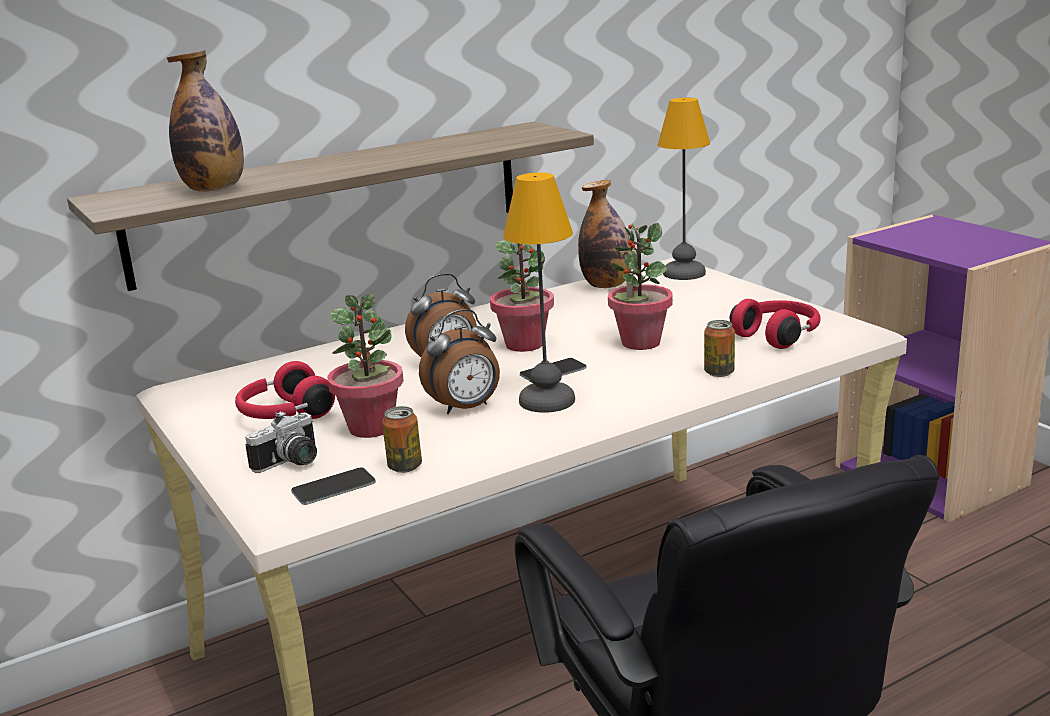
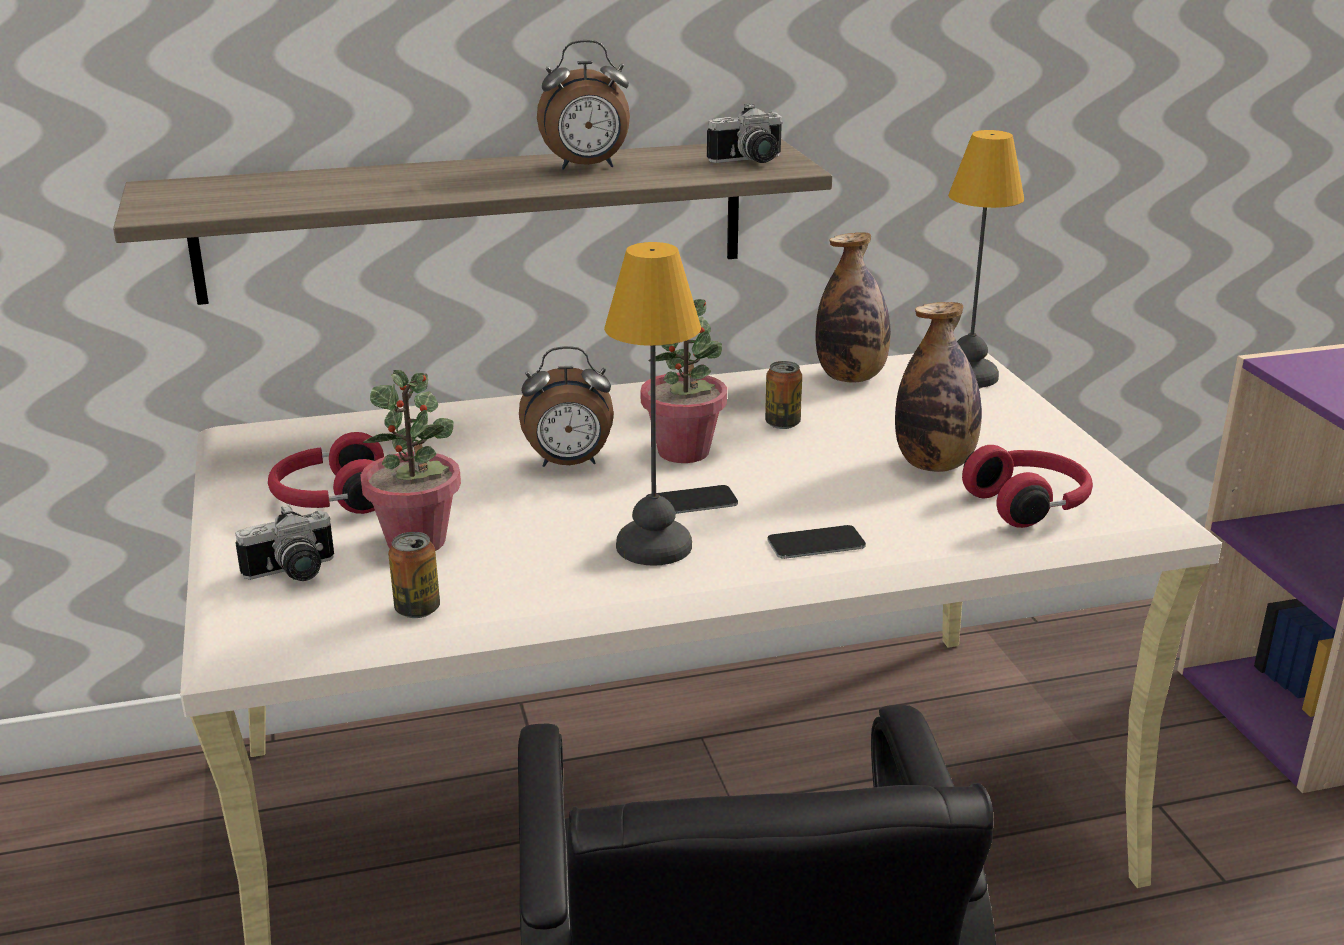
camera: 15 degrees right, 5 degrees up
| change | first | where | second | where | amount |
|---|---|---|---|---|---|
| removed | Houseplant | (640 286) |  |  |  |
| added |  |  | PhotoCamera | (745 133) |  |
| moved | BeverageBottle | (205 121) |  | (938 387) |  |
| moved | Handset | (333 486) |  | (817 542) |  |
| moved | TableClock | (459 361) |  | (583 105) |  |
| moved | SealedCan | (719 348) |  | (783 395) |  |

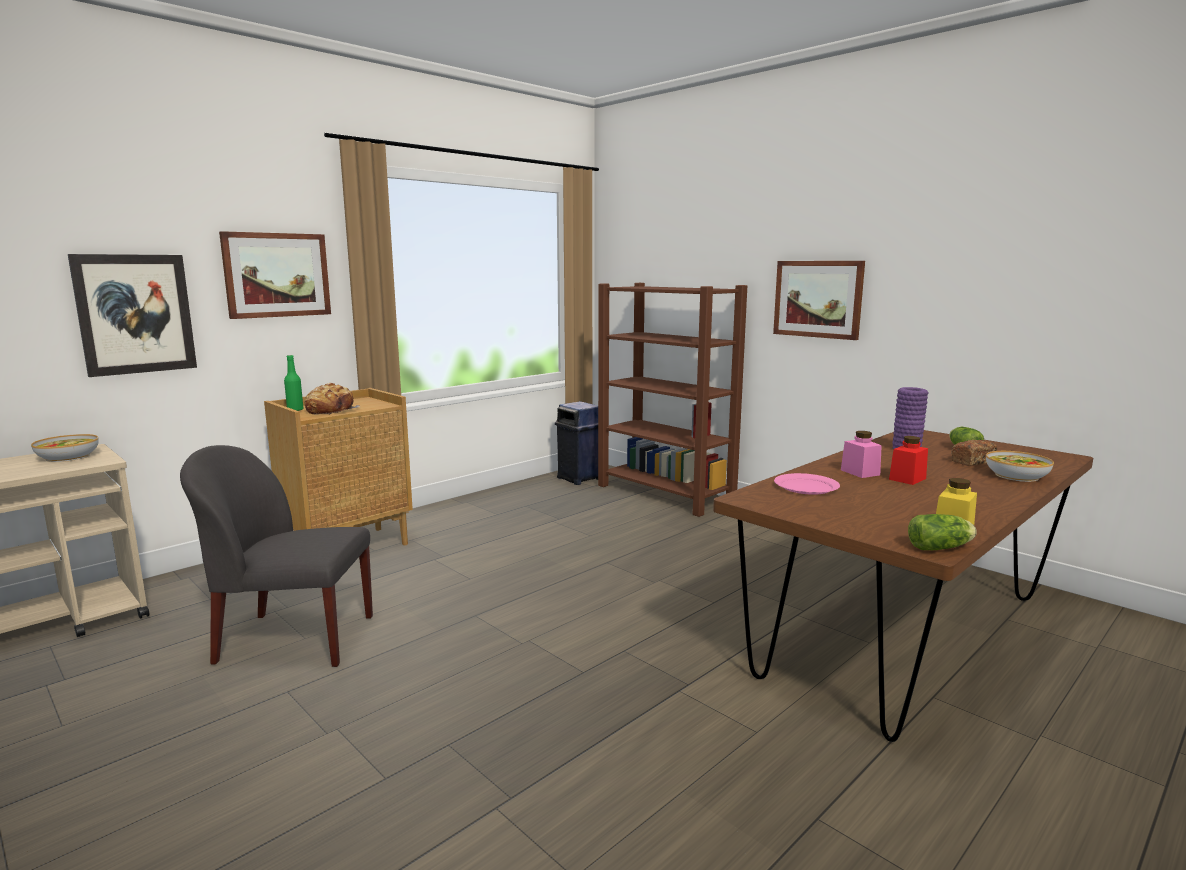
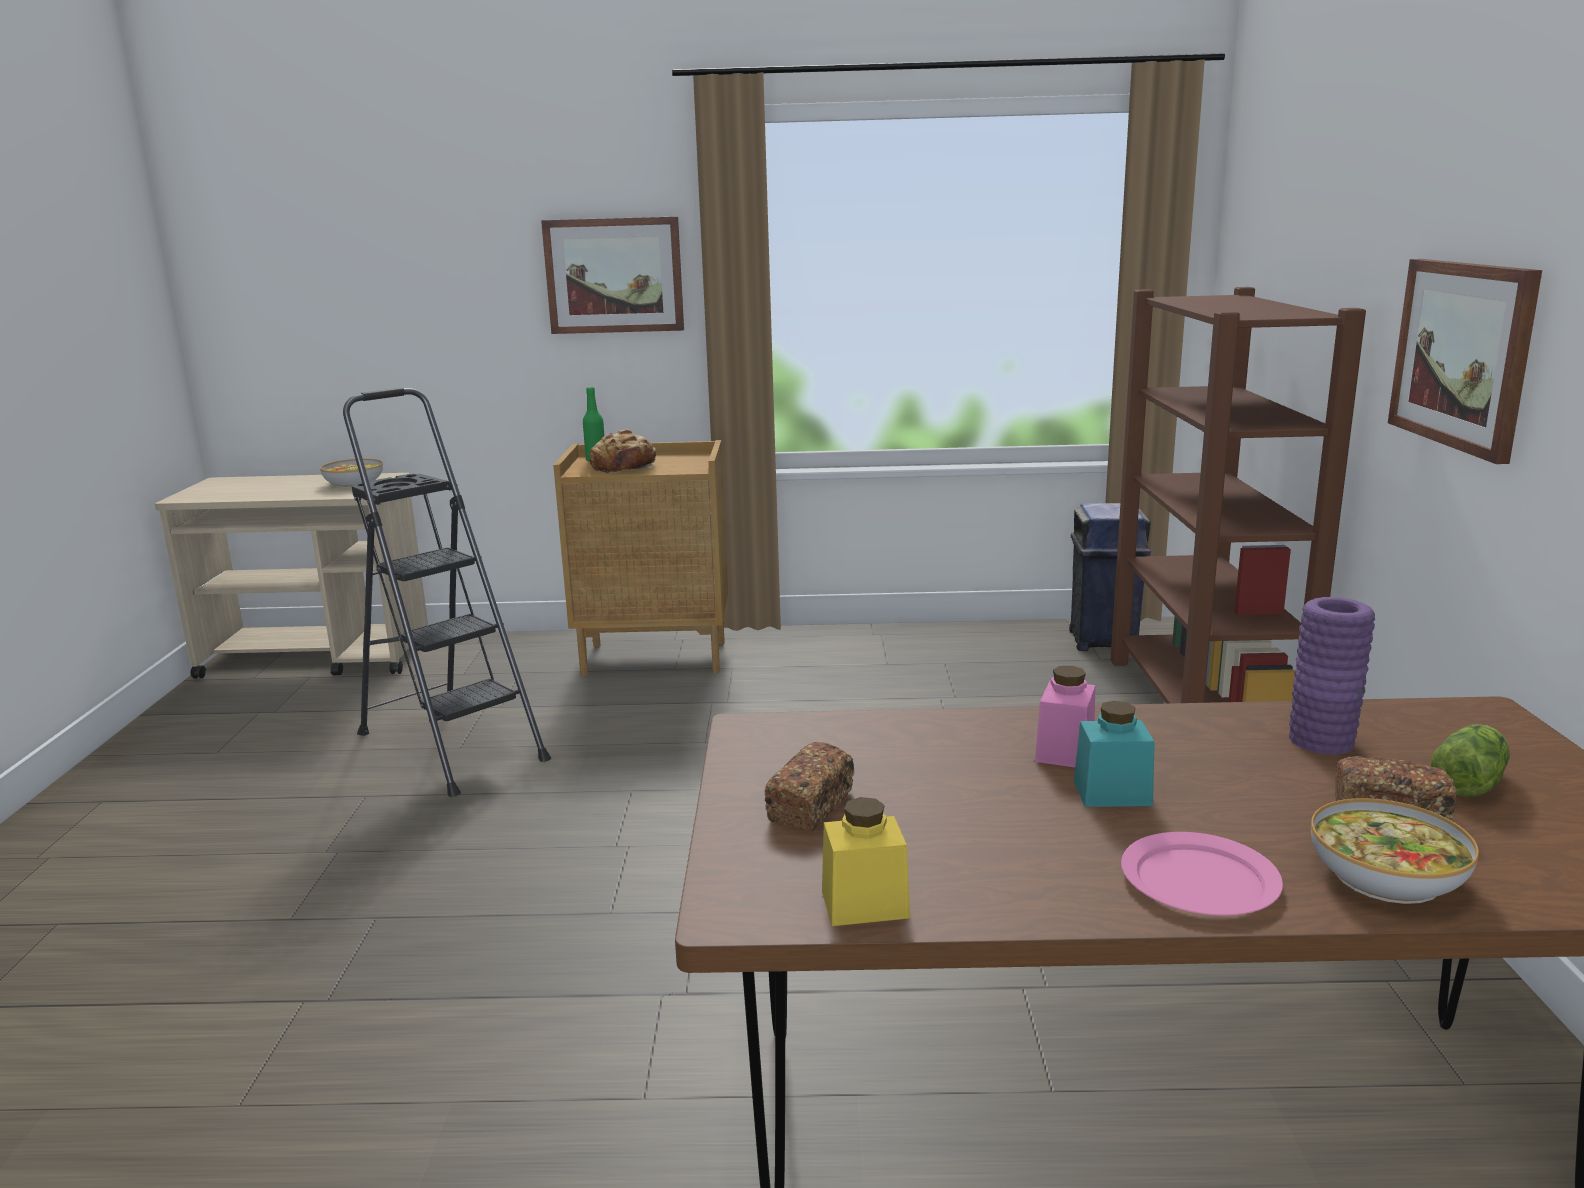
camera: 45 degrees right, 5 degrees up
| change | first | where | second | where | amount |
|---|---|---|---|---|---|
| removed | WallArt | (132 315) |  |  |  |
| removed | HeadOfLettuce | (942 532) |  |  |  |
| added |  |  | BakedBread | (809 786) |  |
| moved | PinkDinnerPlate | (807 484) |  | (1202 874) |  |
| replaced | GreyishUprightChair | (276 556) | Stepladder | (447 592) |  |
| recoloured | RedJar | (908 460) | BlueGreenJar | (1114 754) |  |

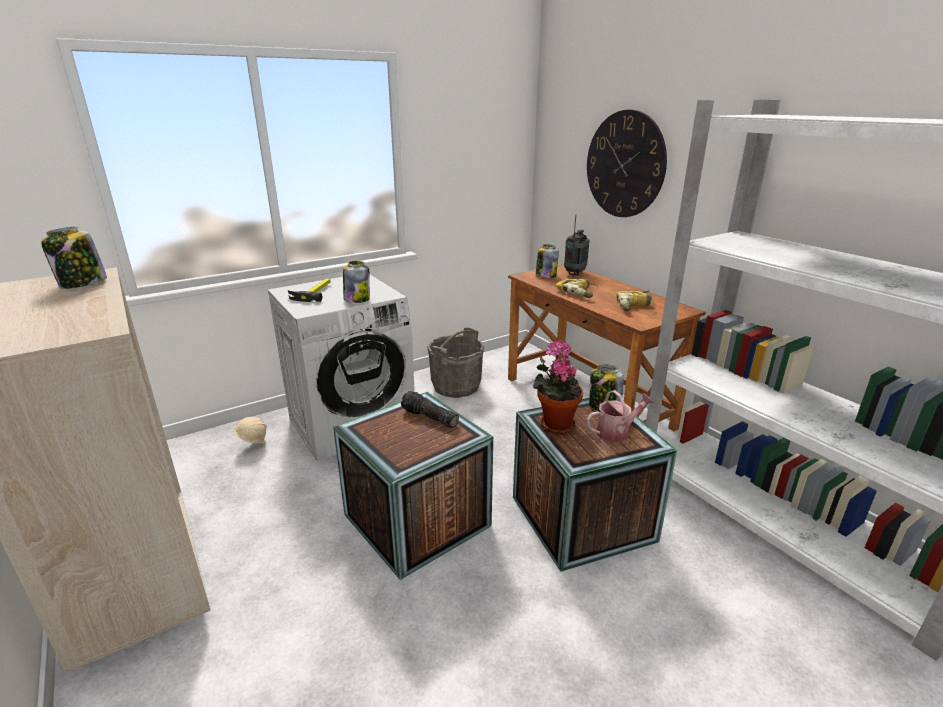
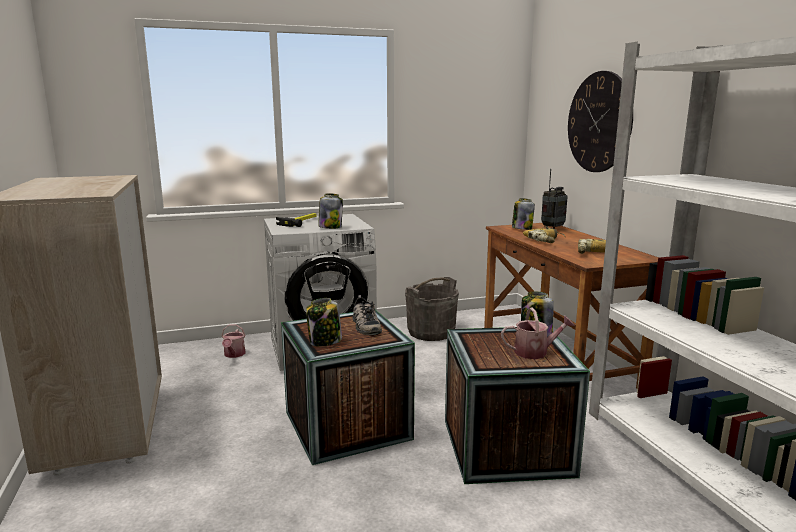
camera: 15 degrees right, 10 degrees down
| change | first | where | second | where | amount |
|---|---|---|---|---|---|
| removed | Houseplant | (558 387) |  |  |  |
| moved | Jar | (74 258) |  | (324 322) |  |
| replaced | BeigeSafetyHelmet | (250 430) | WateringCan | (233 341) |  |
| replaced | Flashlight | (430 409) | LowShoe | (367 315) |  |

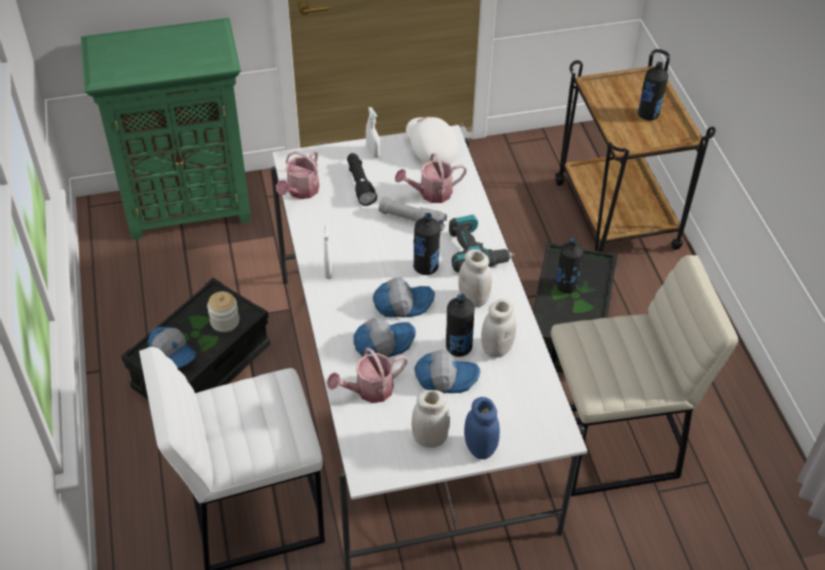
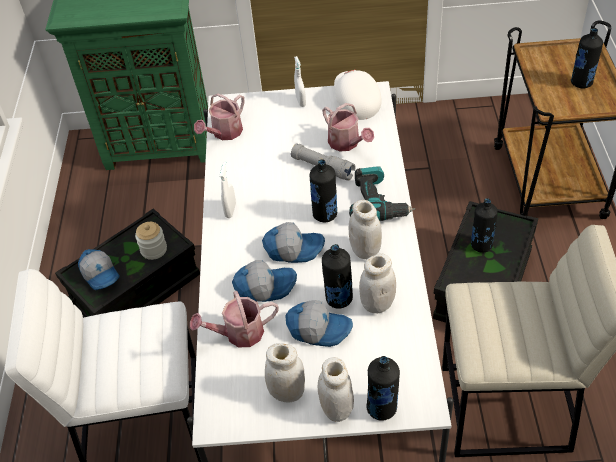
camera: 15 degrees right, 0 degrees up
| change | first | where | second | where | amount |
|---|---|---|---|---|---|
| removed | BlackishFlashlight | (362 179) |  |  |  |
| added |  |  | BlackishBeverageBottle | (383 388) |  |
| recoloured | BlueJar | (482 428) | WhiteColouredJar | (336 389) |  |
| turned | WateringCan | (431 178) |  | (348 127) | 120 degrees counterclockwise |

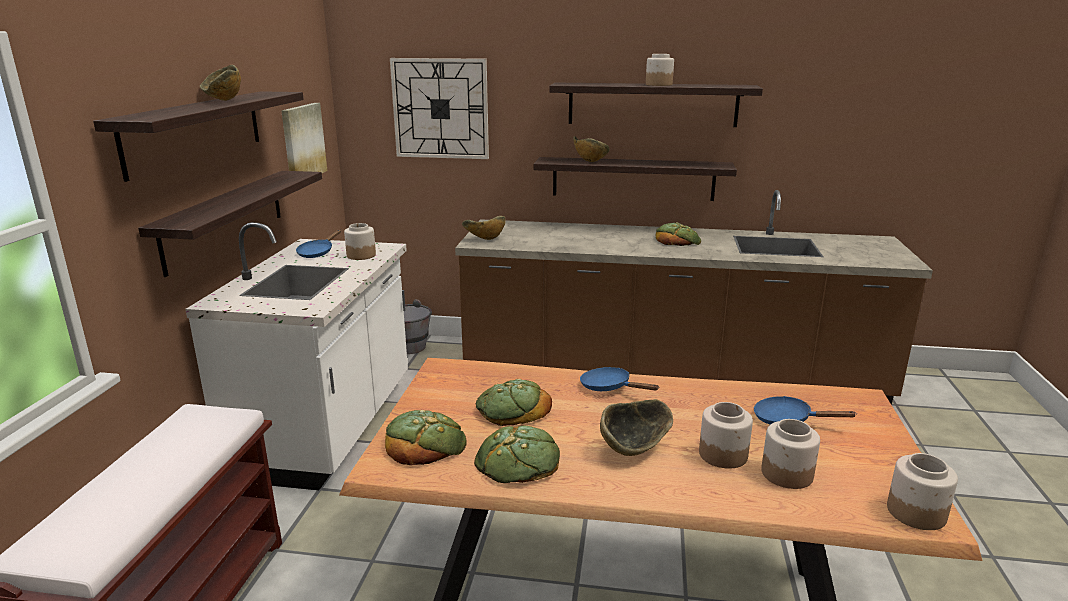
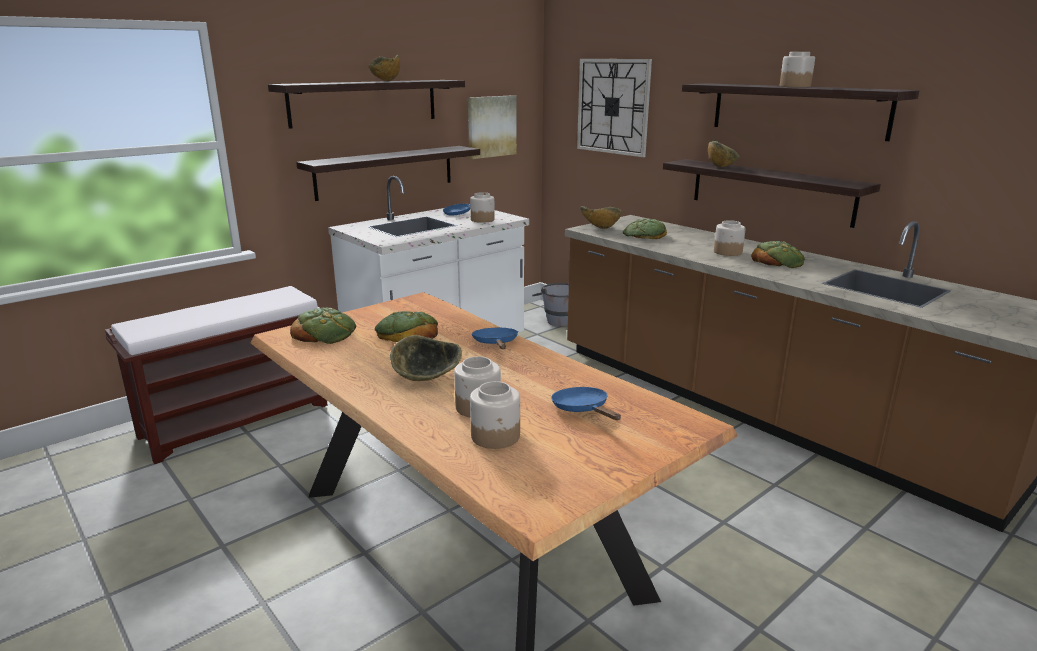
camera: 40 degrees right, 0 degrees up
| change | first | where | second | where | amount |
|---|---|---|---|---|---|
| moved | BakedBread | (517 454) |  | (645 228) |  |
| moved | Jar | (922 491) |  | (730 238) |  |

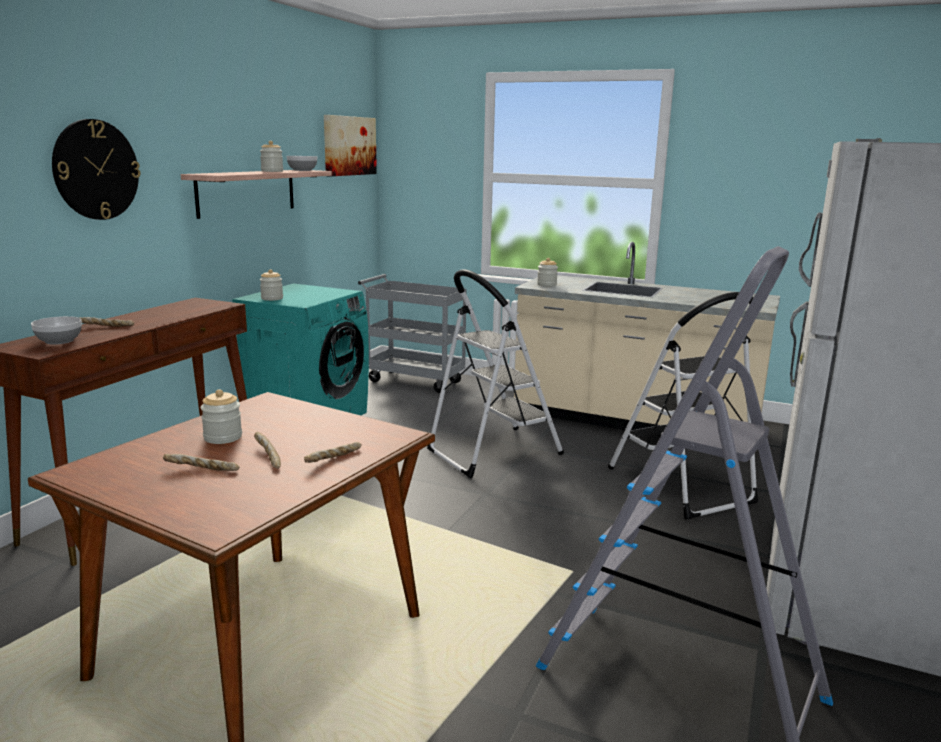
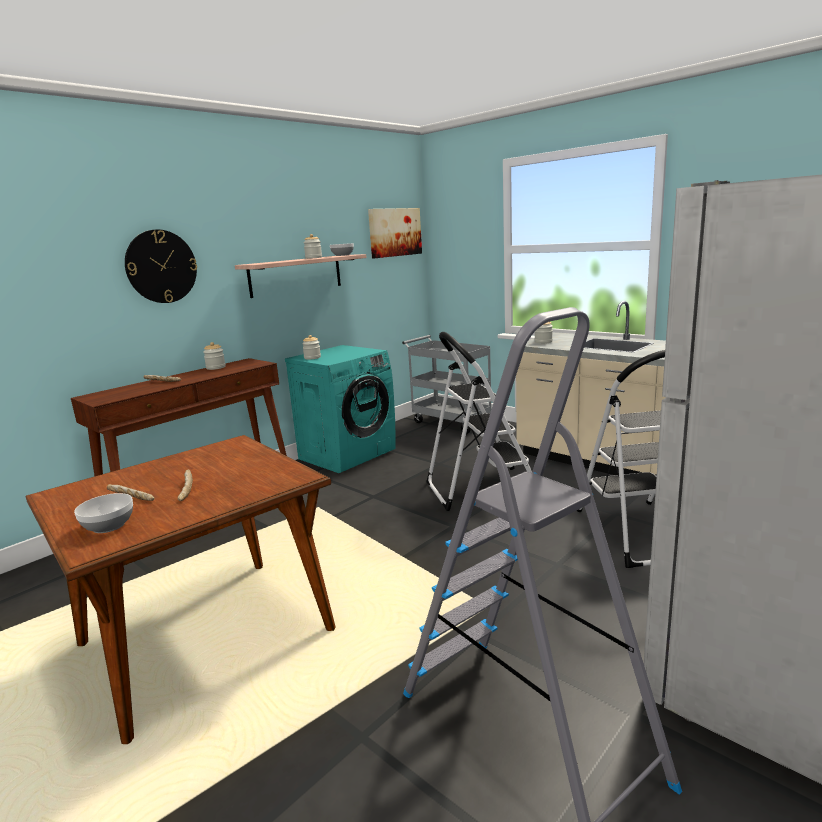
camera: 20 degrees right, 0 degrees up
| change | first | where | second | where | amount |
|---|---|---|---|---|---|
| removed | BakedBread | (333 452) |  |  |  |
| moved | Bowl | (56 330) |  | (103 513) |  |
| moved | Jar | (221 416) |  | (214 356) |  |

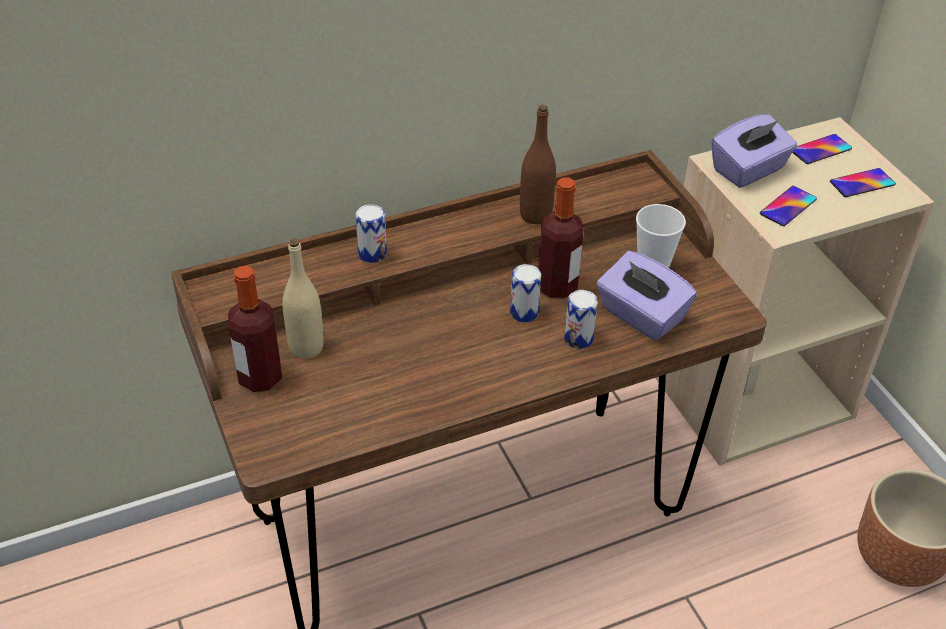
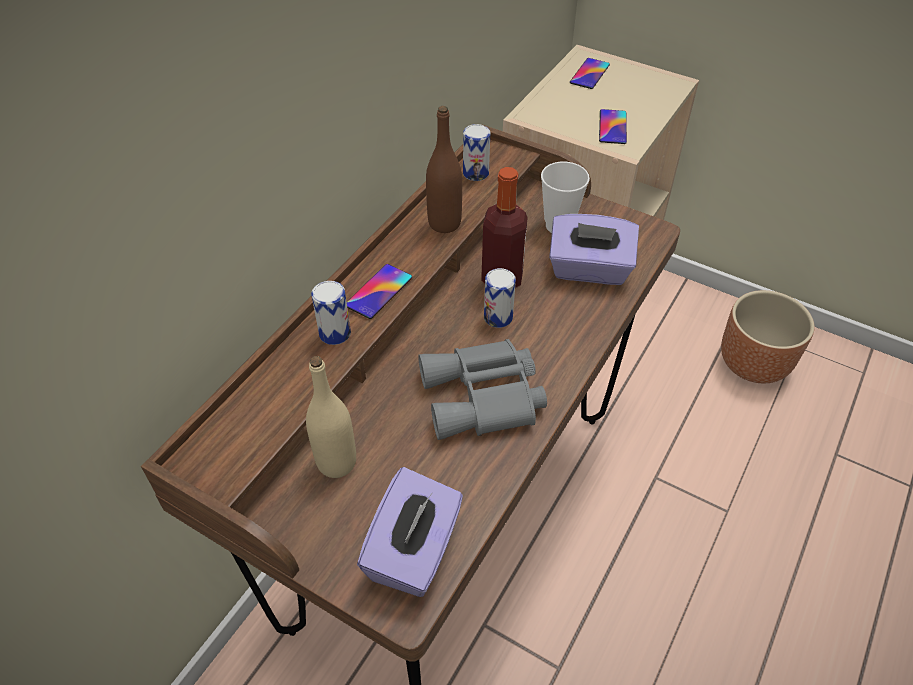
camera: 35 degrees left, 5 degrees up
| change | first | where | second | where | amount |
|---|---|---|---|---|---|
| removed | BeverageBottle | (255 329) |  |  |  |
| added |  |  | GreyishFieldGlasses | (482 389) |  |
| moved | SealedCan | (581 319) |  | (476 152) |  |
| moved | PurpleColouredTissueBox | (754 151) |  | (410 532) |  |
| moved | Handset | (863 182) |  | (379 291) |  |

